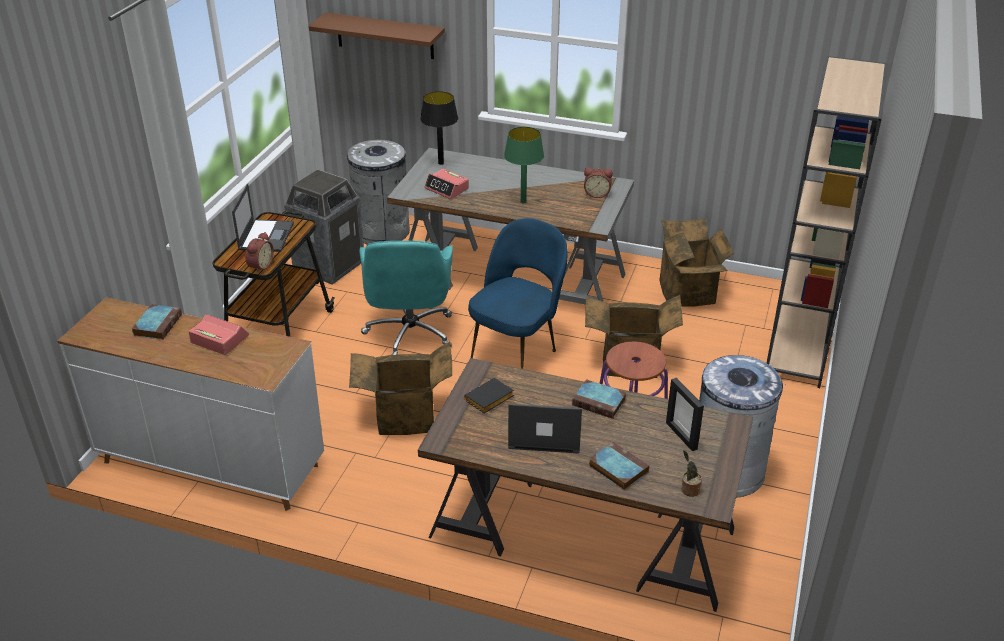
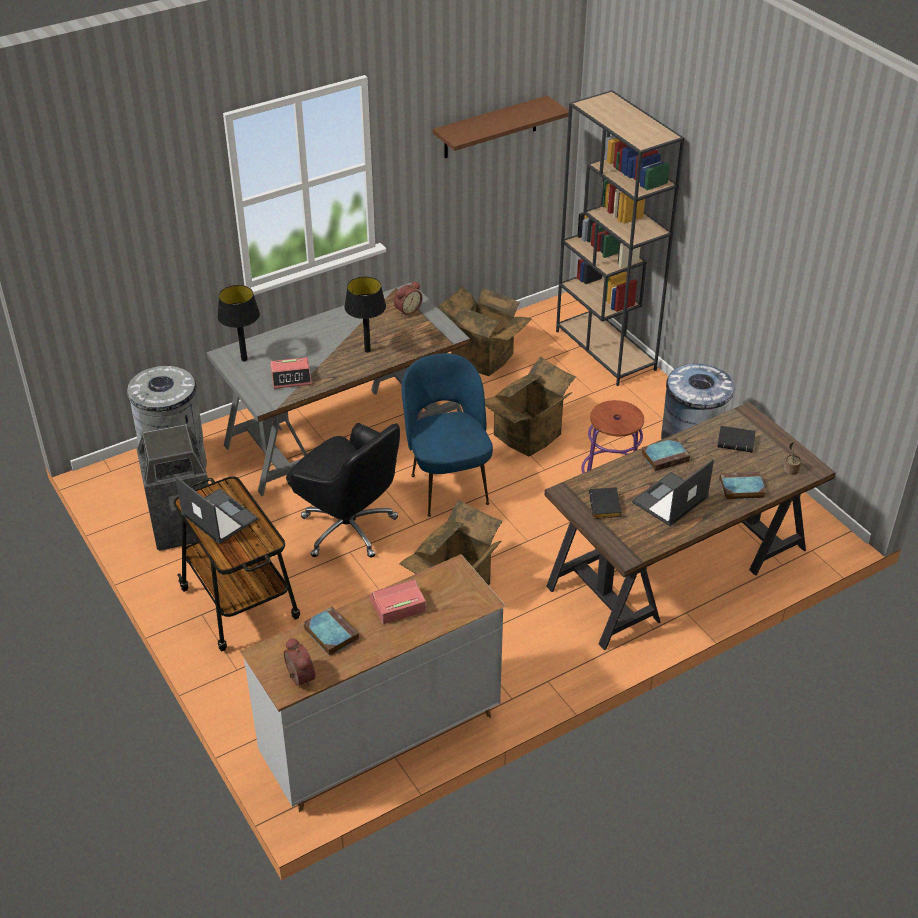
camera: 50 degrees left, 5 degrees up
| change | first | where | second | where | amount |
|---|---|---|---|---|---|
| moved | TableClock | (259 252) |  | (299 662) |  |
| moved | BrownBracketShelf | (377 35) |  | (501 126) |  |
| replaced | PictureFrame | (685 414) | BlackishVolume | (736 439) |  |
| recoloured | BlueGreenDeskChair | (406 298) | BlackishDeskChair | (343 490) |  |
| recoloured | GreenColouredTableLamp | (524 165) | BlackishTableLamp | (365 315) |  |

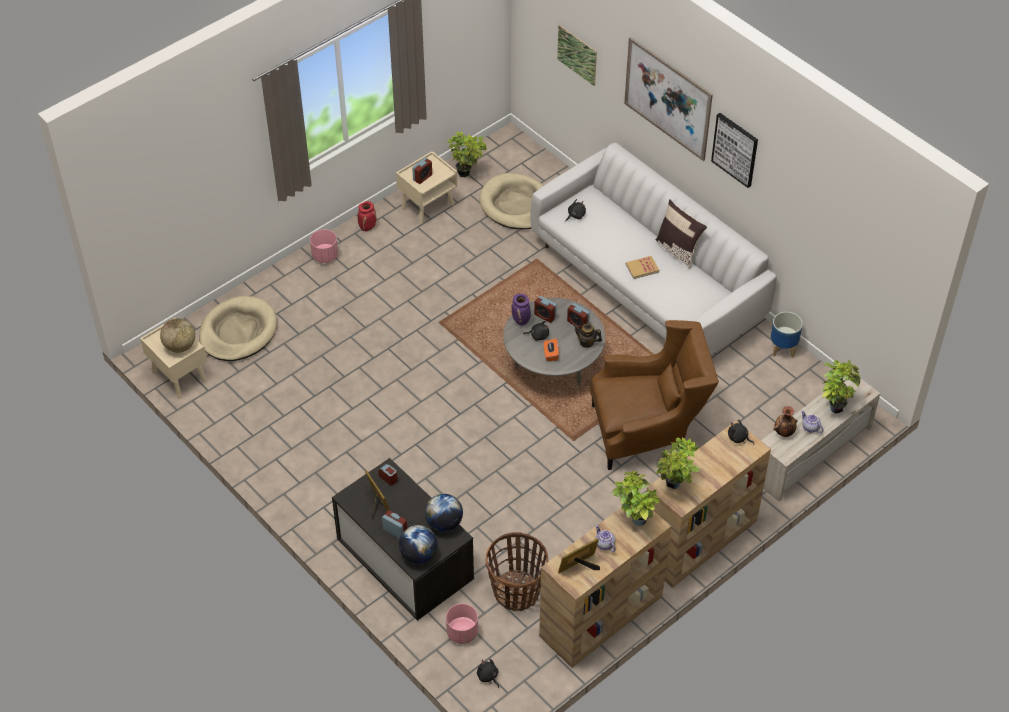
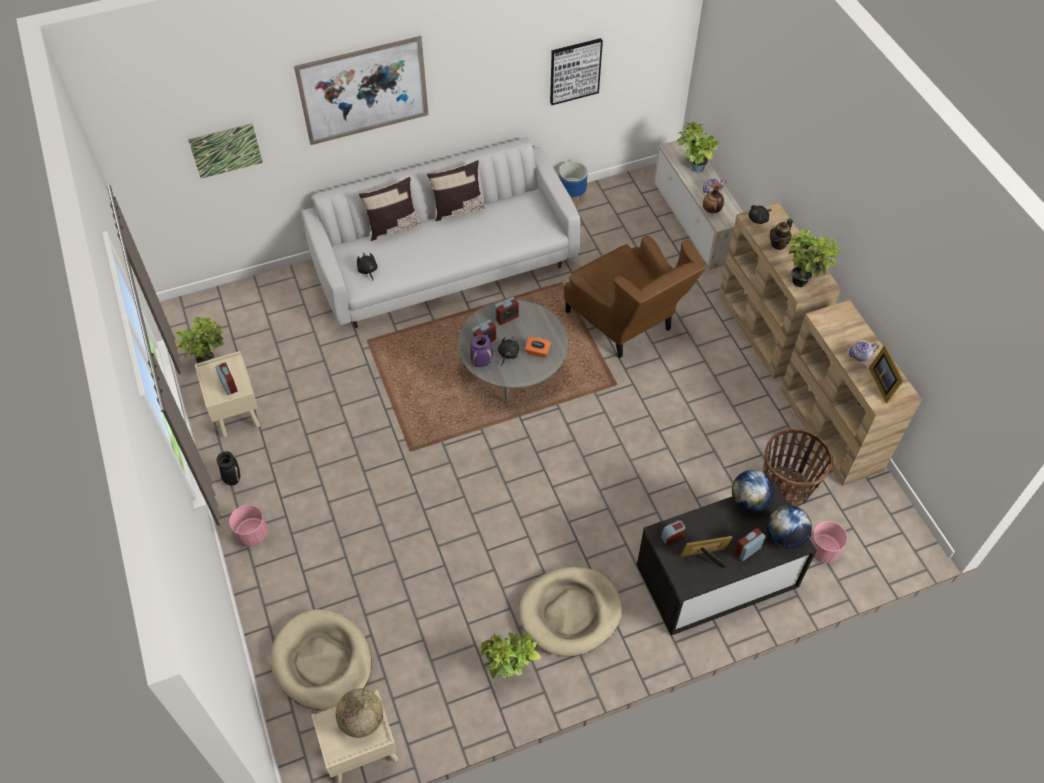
camera: 70 degrees left, 5 degrees up
| change | first | where | second | where | amount |
|---|---|---|---|---|---|
| removed | BlackishSoftToy | (488 673) |  |  |  |
| removed | Volume | (642 267) |  |  |  |
| added |  |  | Cushion | (390 209) |  |
| moved | BeigePetBed | (511 201) |  | (570 612) |  |
| moved | TeaPot | (587 335) |  | (781 234) |  |
| moved | Houseplant | (635 498) |  | (510 655) |  |
| moved | WallArt | (734 150) |  | (576 71) |  |
| recoloured | RedFlowerVase | (367 216) | BlackishFlowerVase | (228 468) |  |
| turned | BrownLoungeChair | (654 395) |  | (635 297) | 135 degrees clockwise |

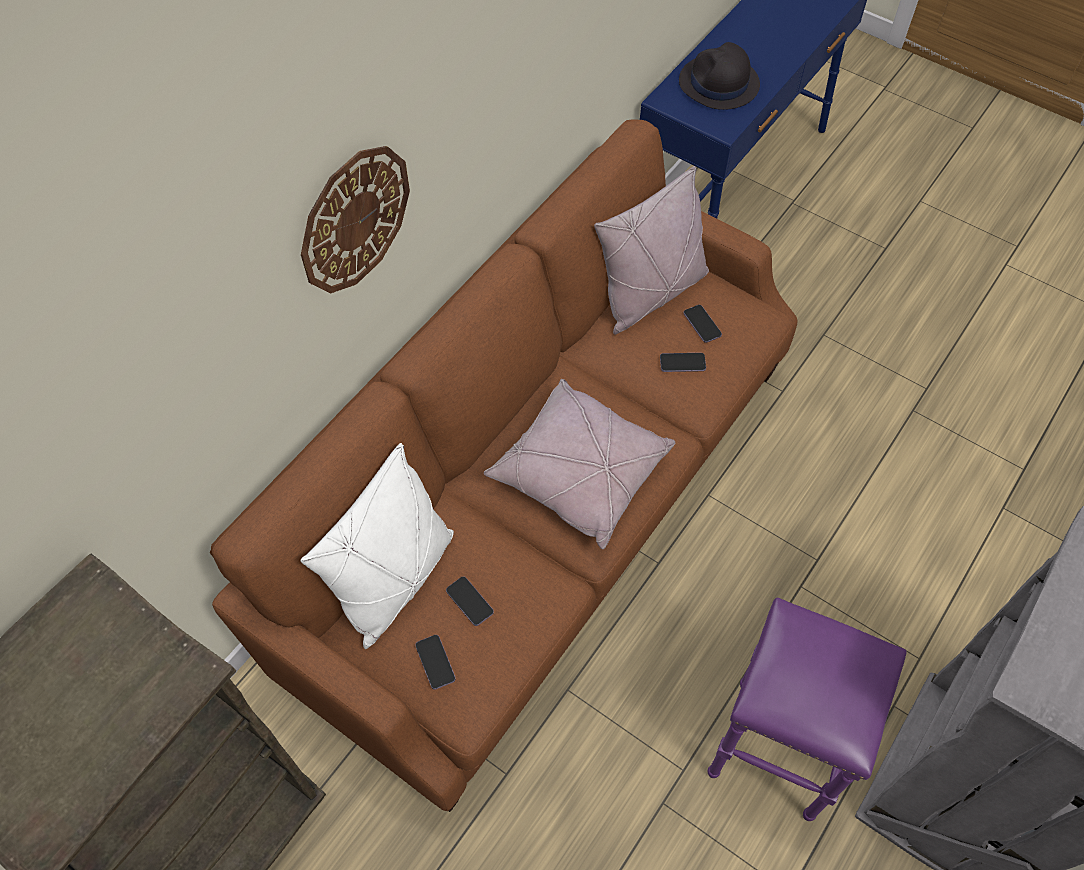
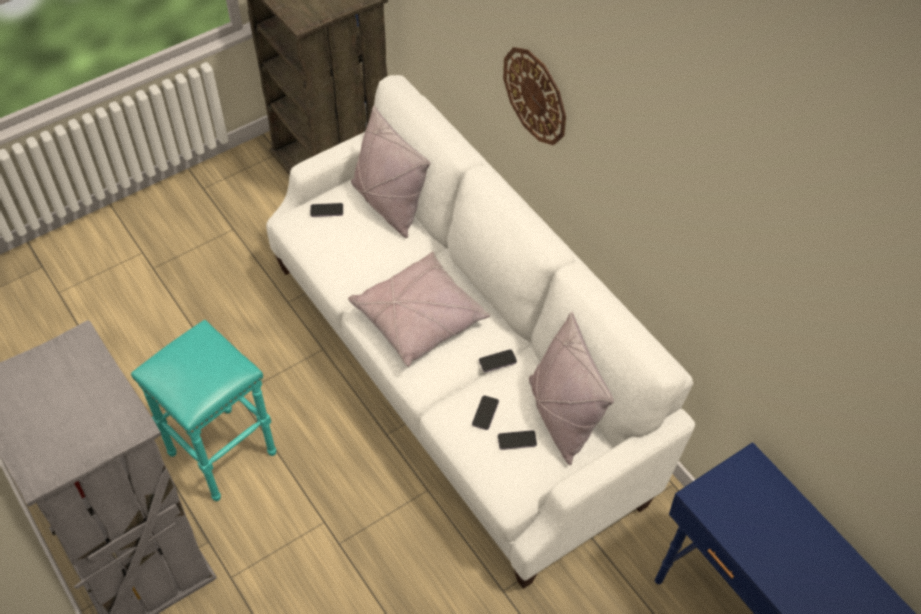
camera: 110 degrees right, 5 degrees down
| change | first | where | second | where | amount |
|---|---|---|---|---|---|
| removed | BlackishClothingHat | (719 76) |  |  |  |
| moved | Handset | (470 601) |  | (498 360) |  |
| recoloured | BrownSettee | (504 465) | WhiteColouredSettee | (480 332) |  |
| recoloured | WhiteColouredCushion | (377 546) | PurpleColouredCushion | (390 172) |  |
| recoloured | PurpleColouredStoolSeat | (807 709) | BlueGreenStoolSeat | (203 410) |  |

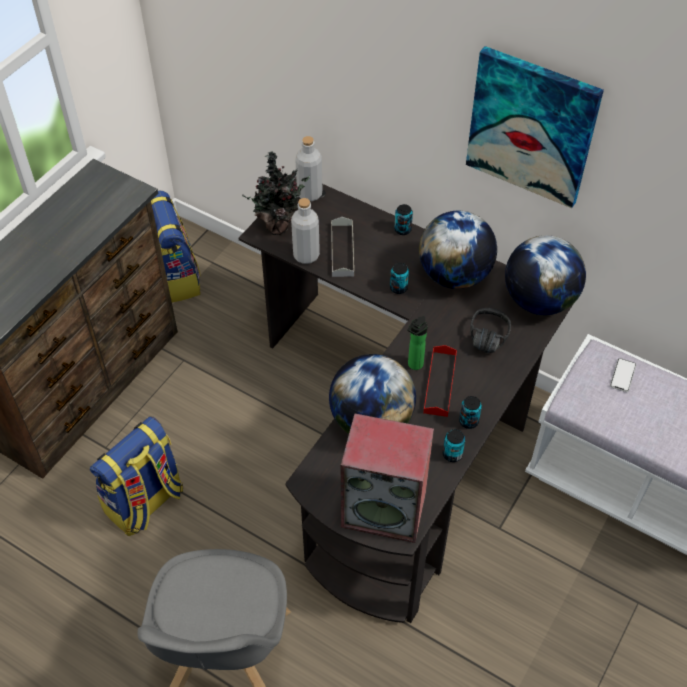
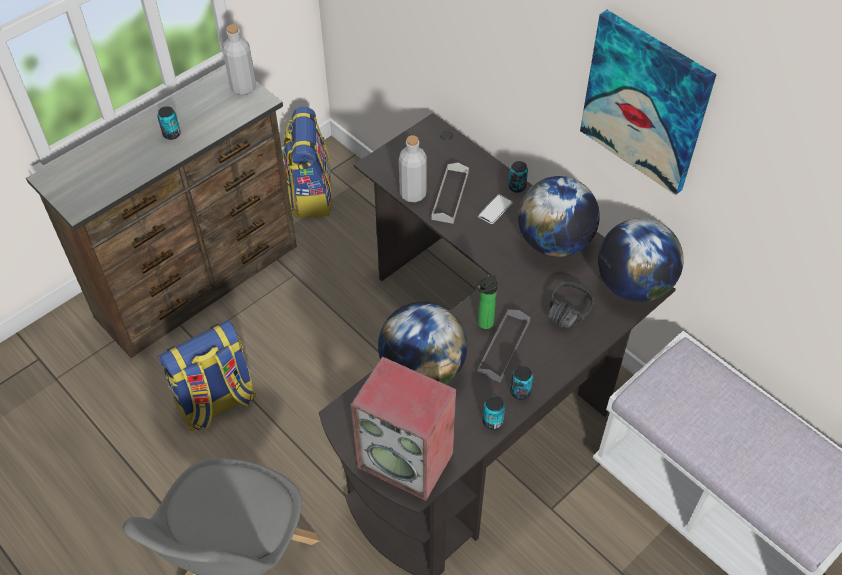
camera: 15 degrees right, 0 degrees up
| change | first | where | second | where | amount |
|---|---|---|---|---|---|
| removed | Houseplant | (276 193) |  |  |  |
| moved | GreyishBeverageBottle | (308 169) |  | (239 59) |  |
| moved | SealedCan | (399 278) |  | (169 123) |  |
| moved | Handset | (623 375) |  | (495 209) |  |
| recoloured | RedServingTray | (440 381) | GreyishServingTray | (503 346) |  |

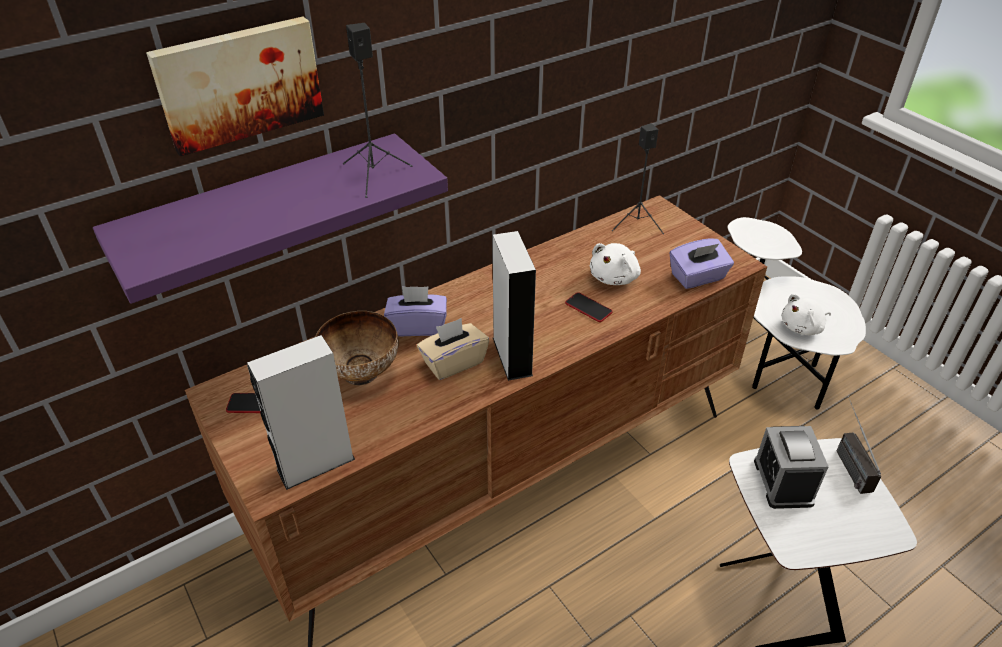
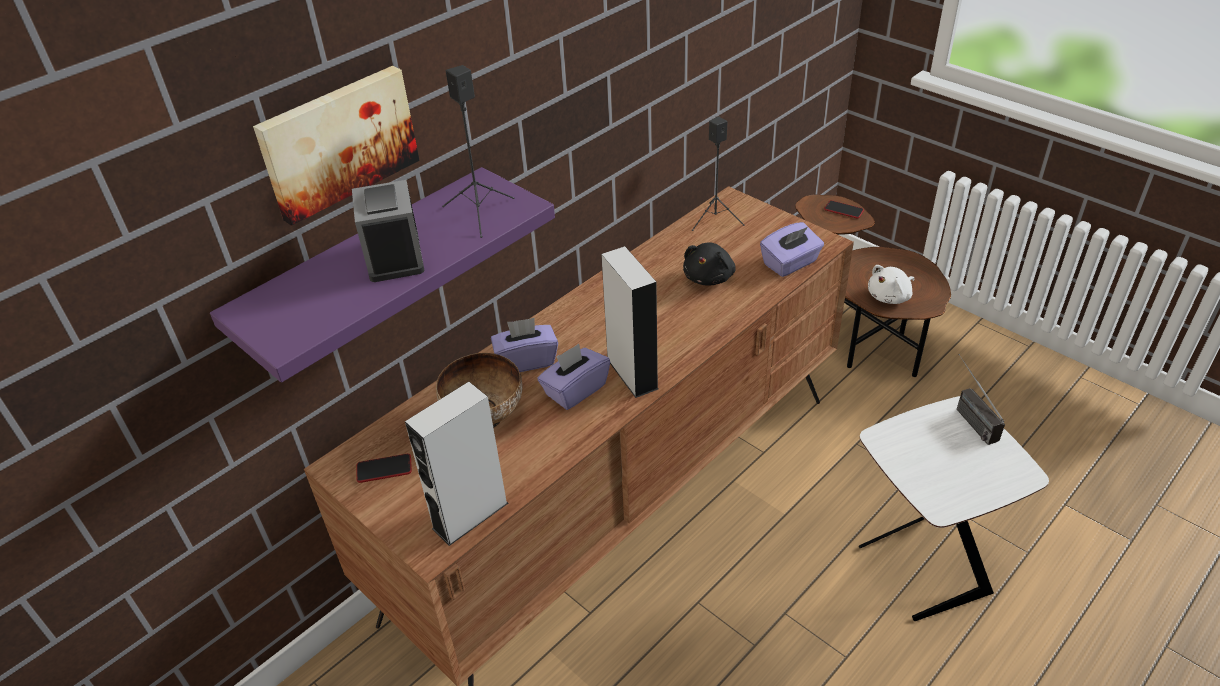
camera: 10 degrees left, 0 degrees up
| change | first | where | second | where | amount |
|---|---|---|---|---|---|
| moved | Handset | (589 307) |  | (844 209) |  |
| moved | TableClock | (791 467) |  | (388 231) |  |
| recoloured | BeigeTissueBox | (453 349) | PurpleColouredTissueBox | (573 377) |  |
| recoloured | WhiteColouredSoftToy | (615 264) | BlackishSoftToy | (709 264) |  |
| recoloured | WhiteColouredEndTable | (797 313) | BrownEndTable | (873 286) |  |

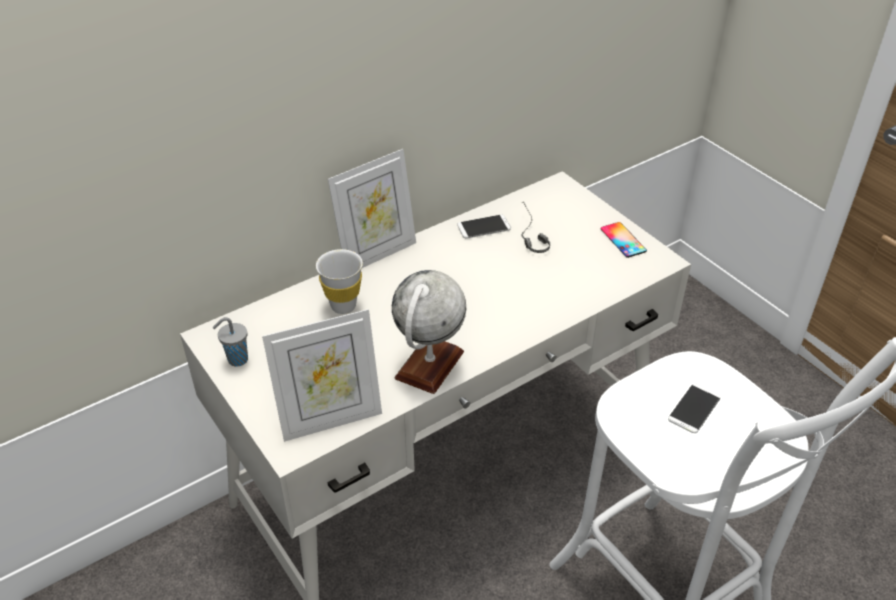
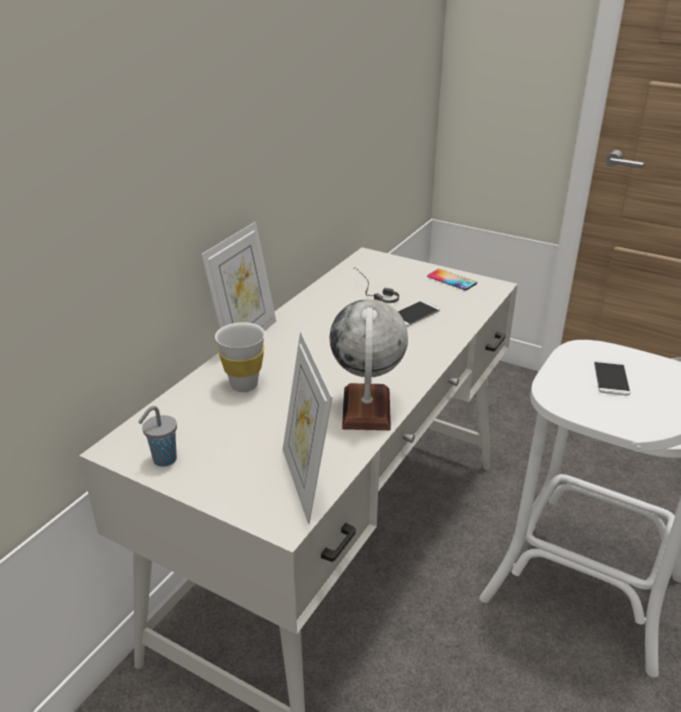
camera: 25 degrees left, 10 degrees down
| change | first | where | second | where | amount |
|---|---|---|---|---|---|
| moved | Handset | (484 226) |  | (419 313) |  |
| turned | PictureFrame | (322 375) |  | (308 428) | 120 degrees clockwise |

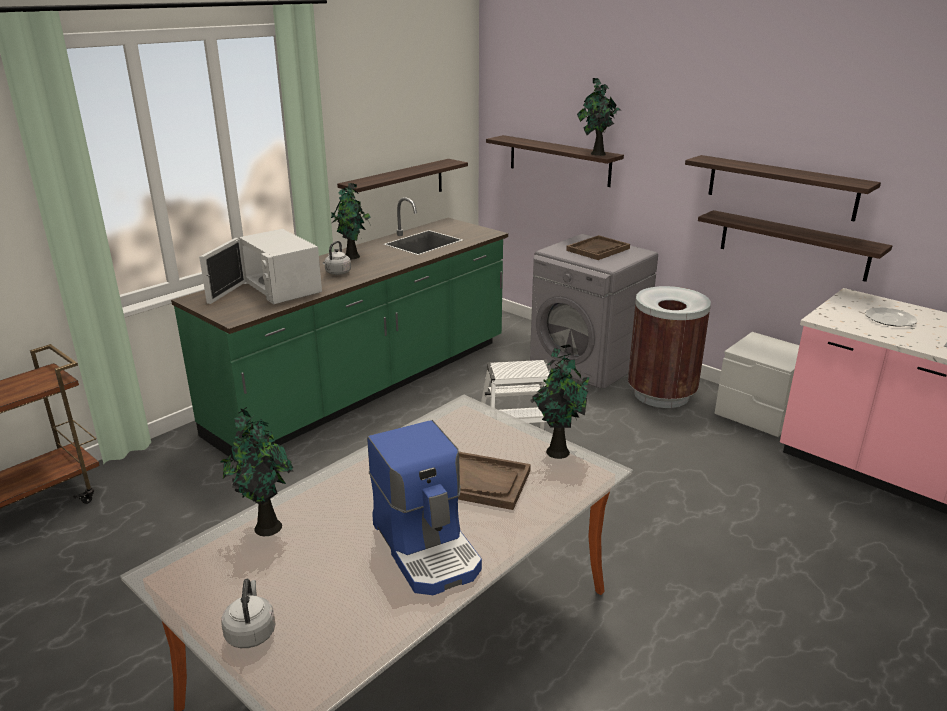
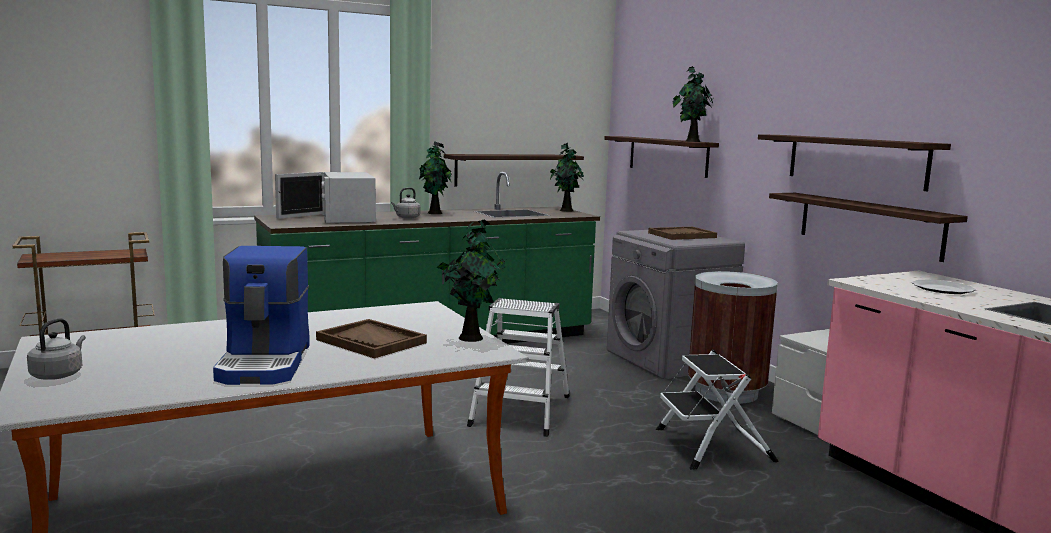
camera: 20 degrees right, 15 degrees down
| change | first | where | second | where | amount |
|---|---|---|---|---|---|
| added |  |  | Stepladder | (717 409) |  |
| moved | Houseplant | (257 471) |  | (567 177) |  |

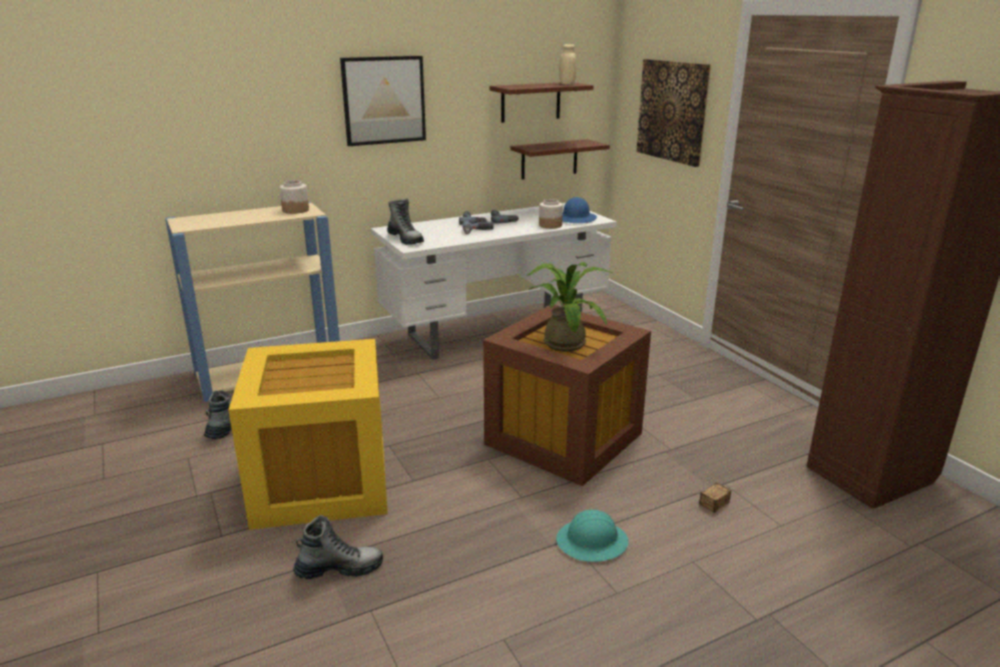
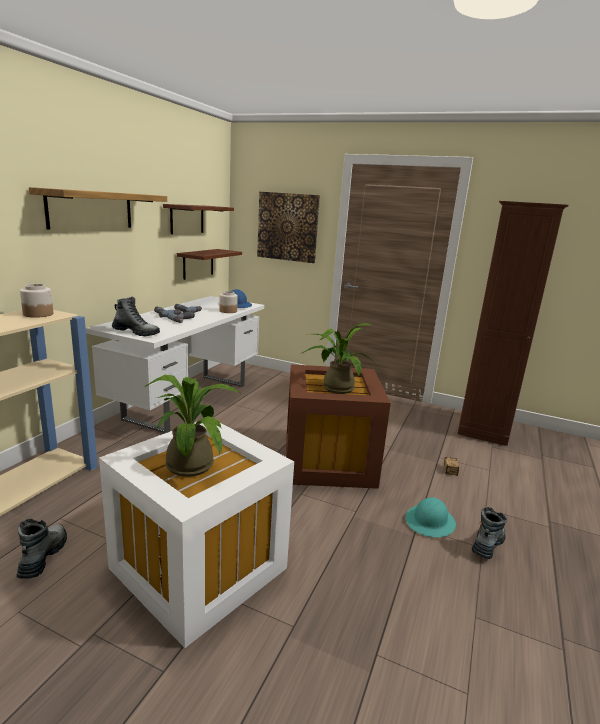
camera: 40 degrees left, 5 degrees down
| change | first | where | second | where | amount |
|---|---|---|---|---|---|
| removed | BeigeJar | (567 64) |  |  |  |
| added |  |  | Houseplant | (192 426) |  |
| moved | Boot | (338 547) |  | (489 533) |  |
| replaced | WallArt | (383 101) | BracketShelf | (98 208) |  |
| recoloured | YellowColouredStorageBin | (308 434) | WhiteColouredStorageBin | (196 535) |  |

